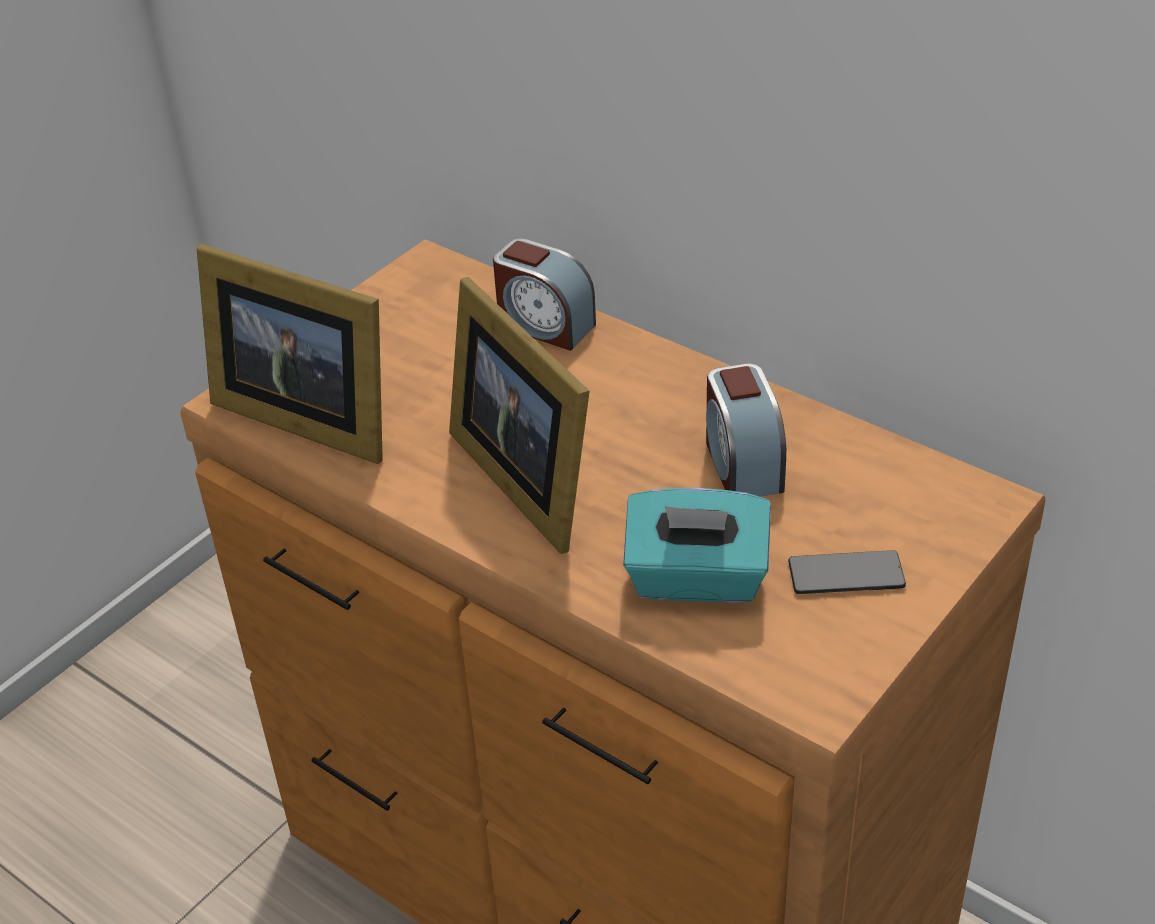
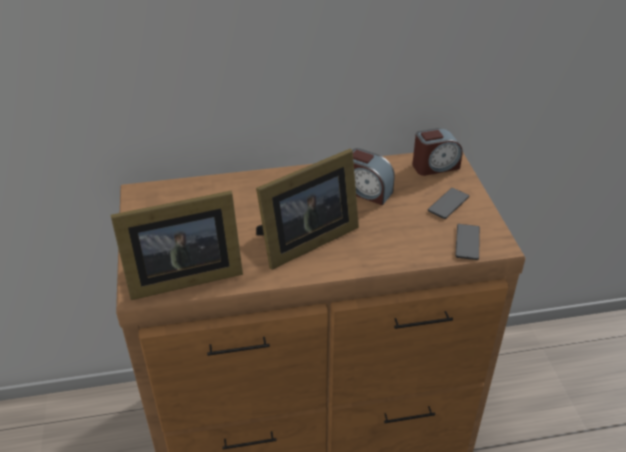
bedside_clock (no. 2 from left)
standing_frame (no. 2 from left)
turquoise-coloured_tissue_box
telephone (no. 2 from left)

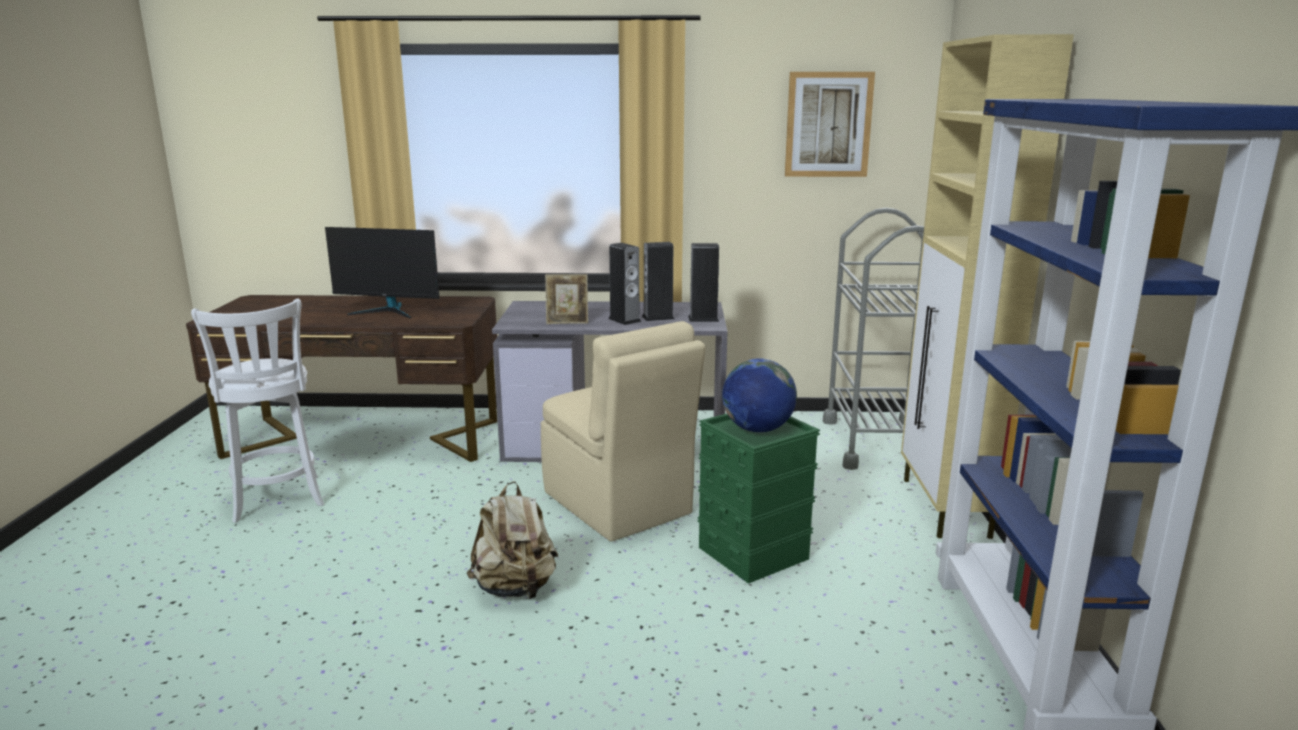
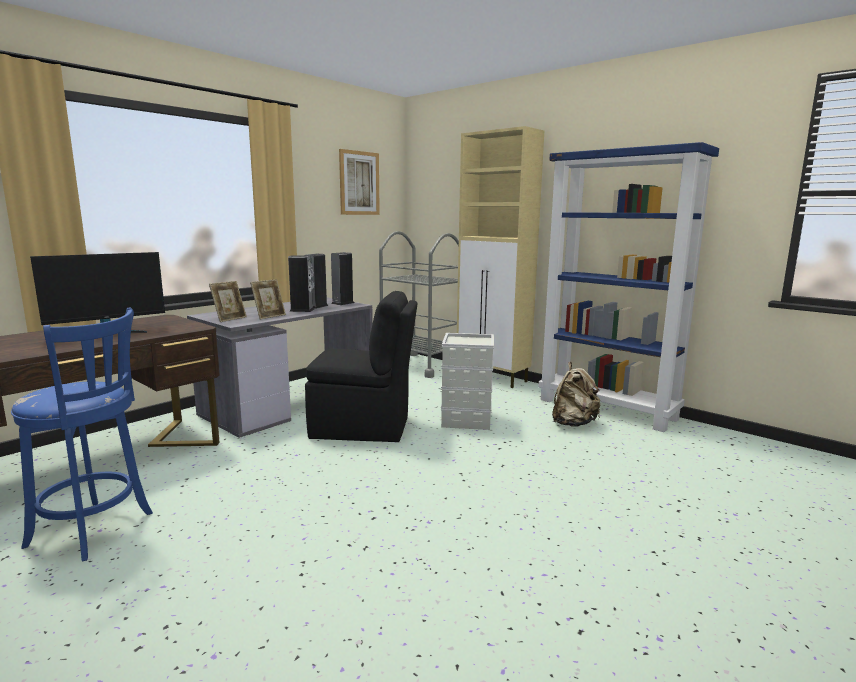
blue-coloured_sitting_stool
blackish_upright_chair
world_globe
gray_storage_bin
beige-coloured_backpack
standing_frame (no. 1 from left)

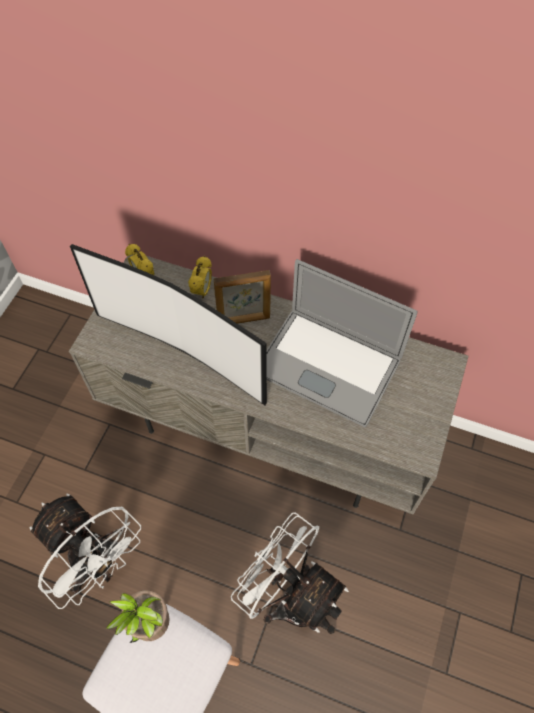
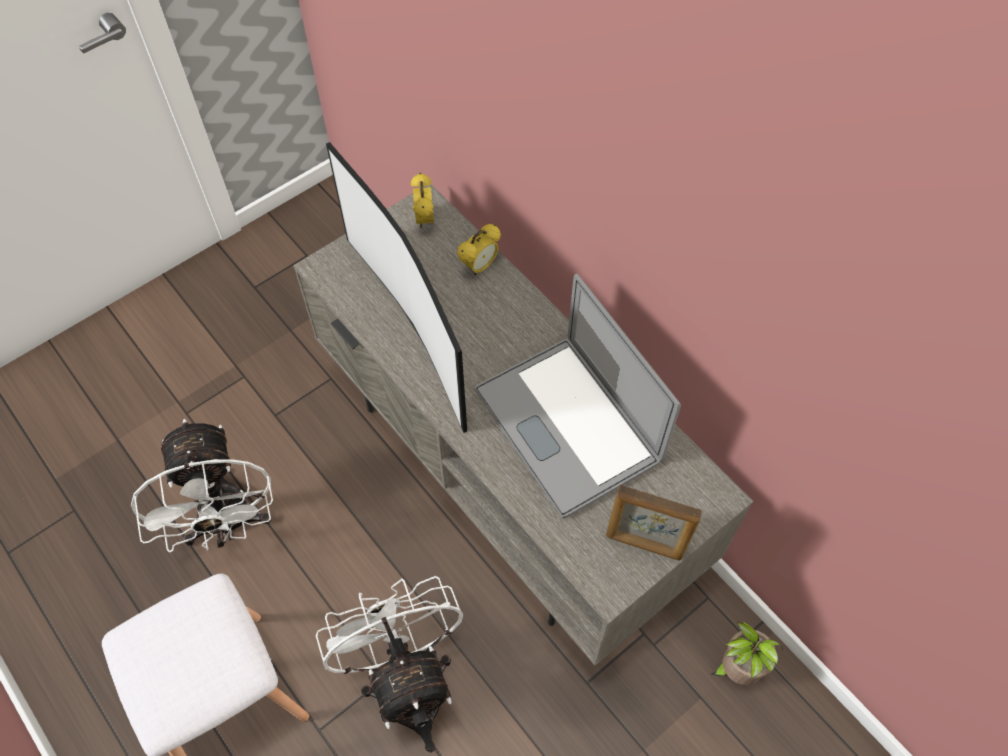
standing_frame
houseplant

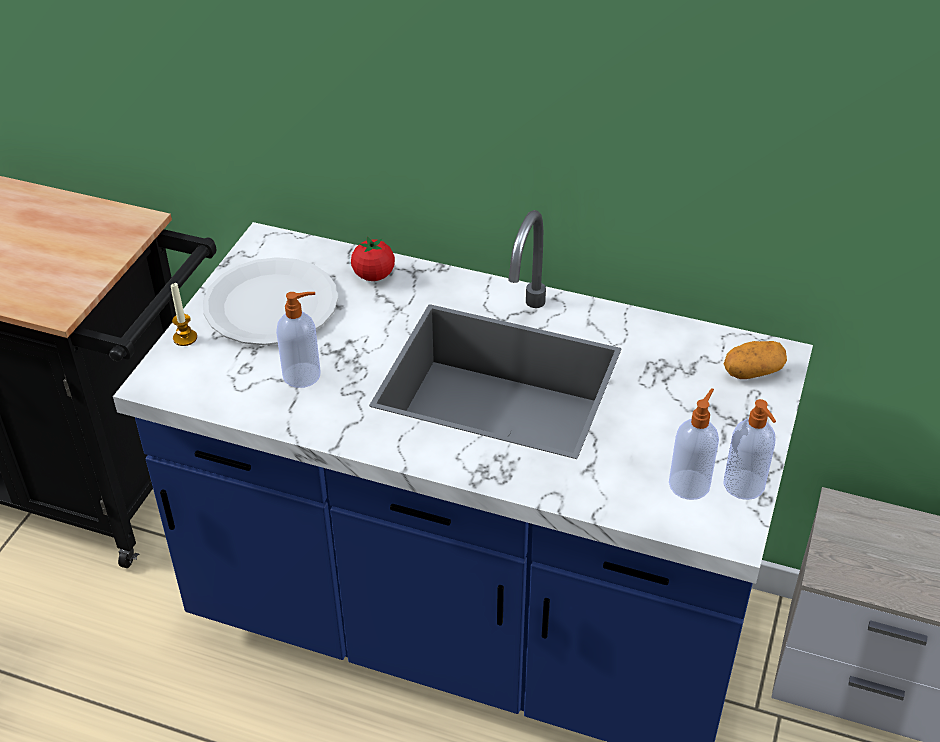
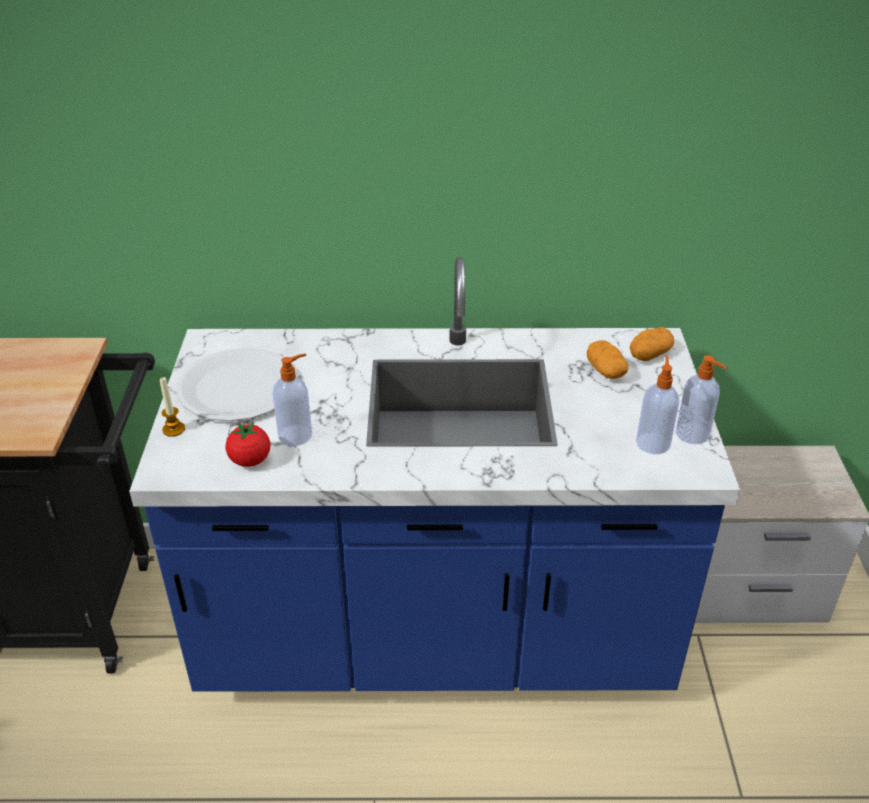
fresh_tomato
whole_potato (no. 1 from left)

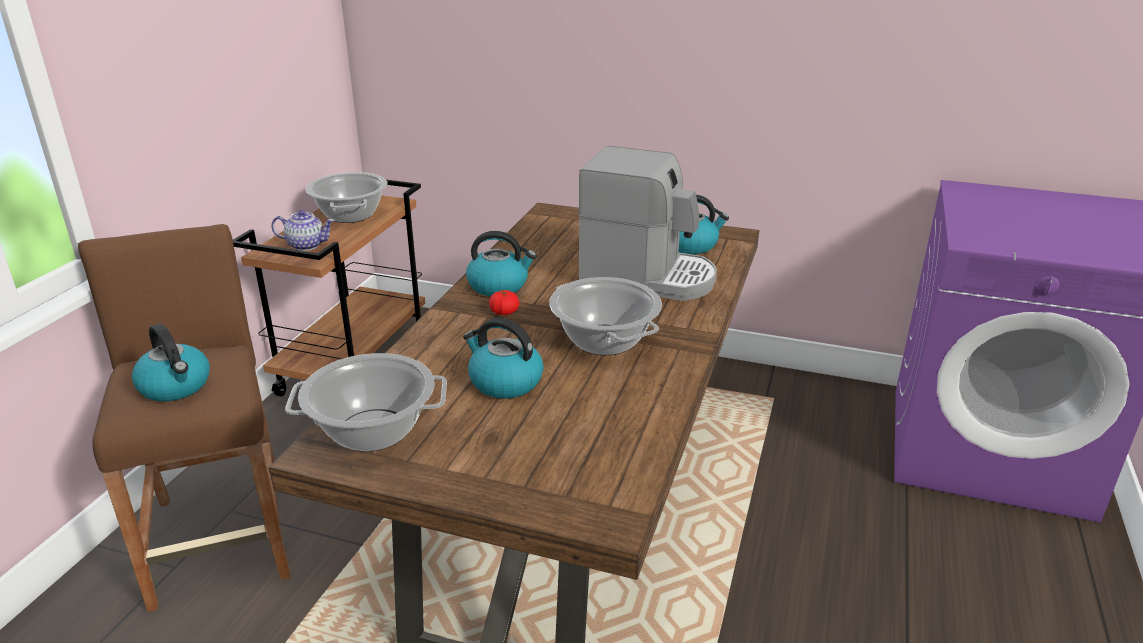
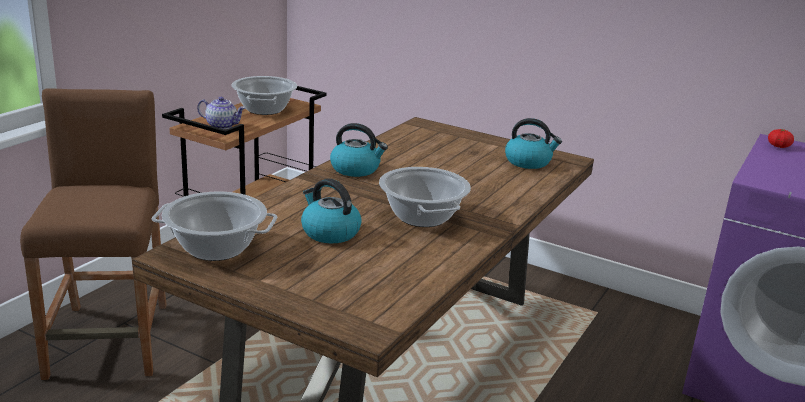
coffee_machine
fresh_tomato
tea_kettle (no. 1 from left in the first image)

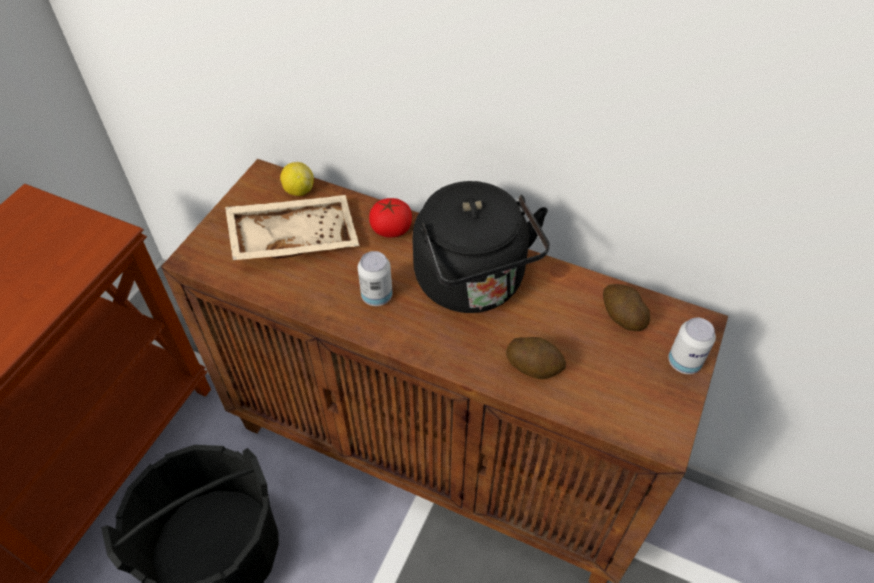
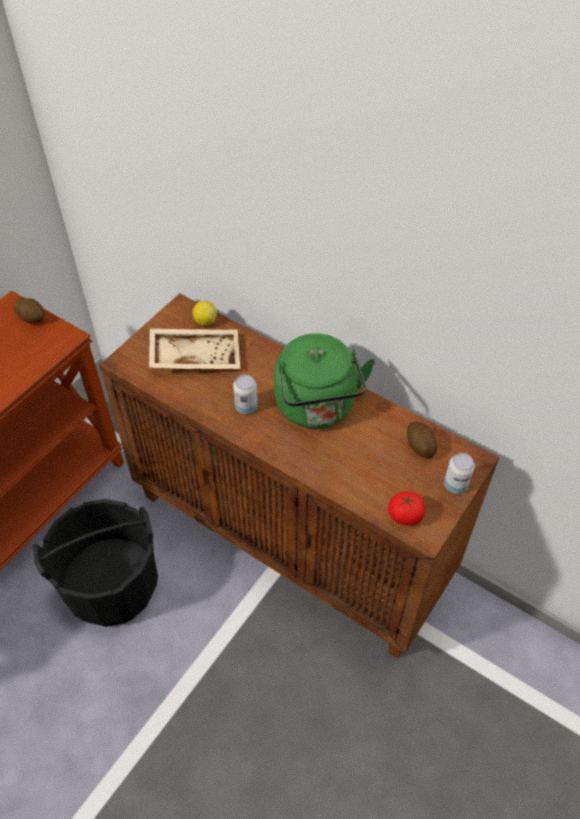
greenish_tea_kettle
fresh_tomato
whole_potato (no. 1 from left)

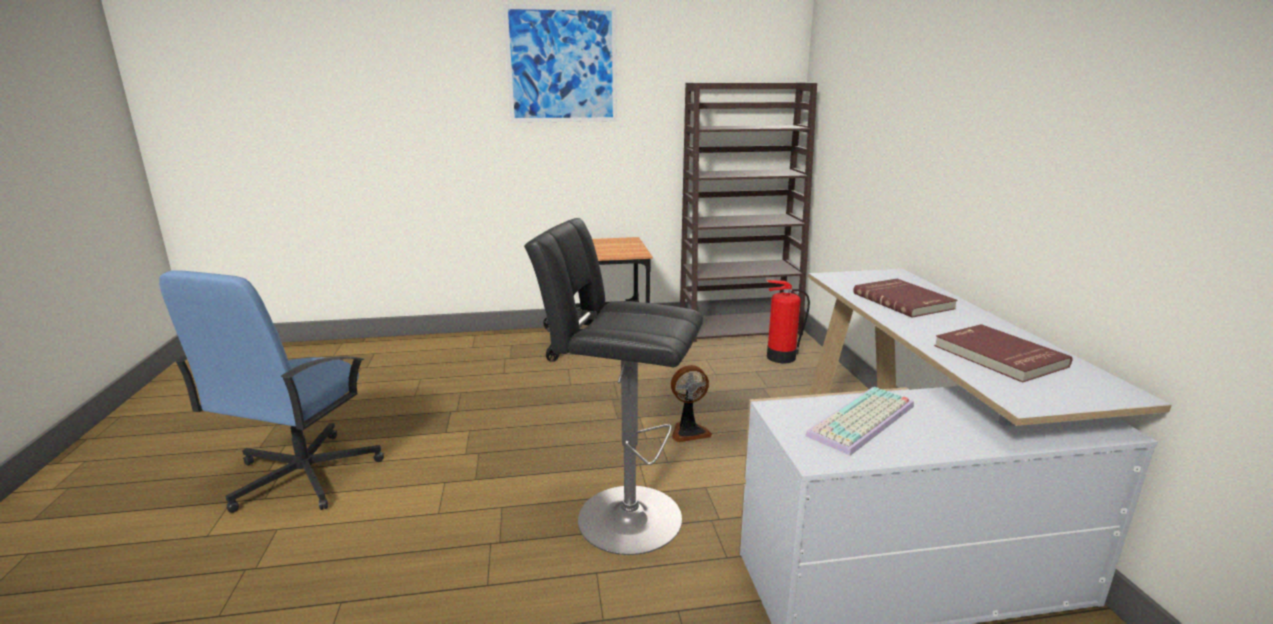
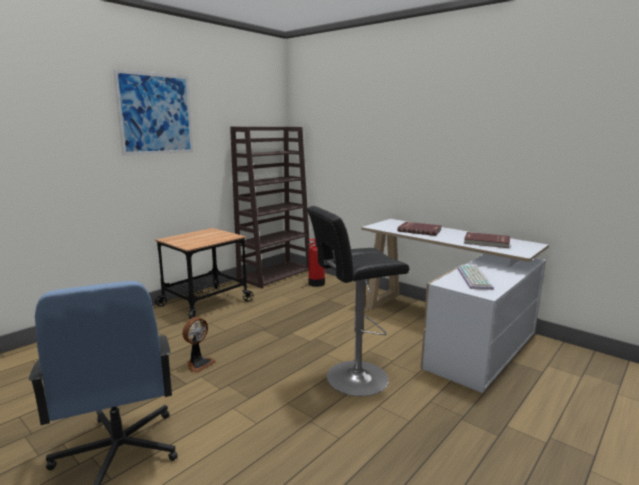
fan

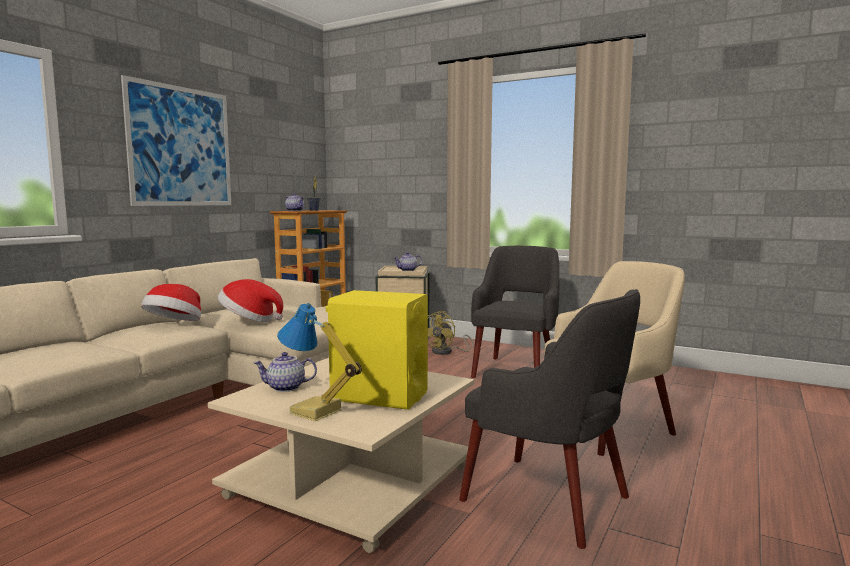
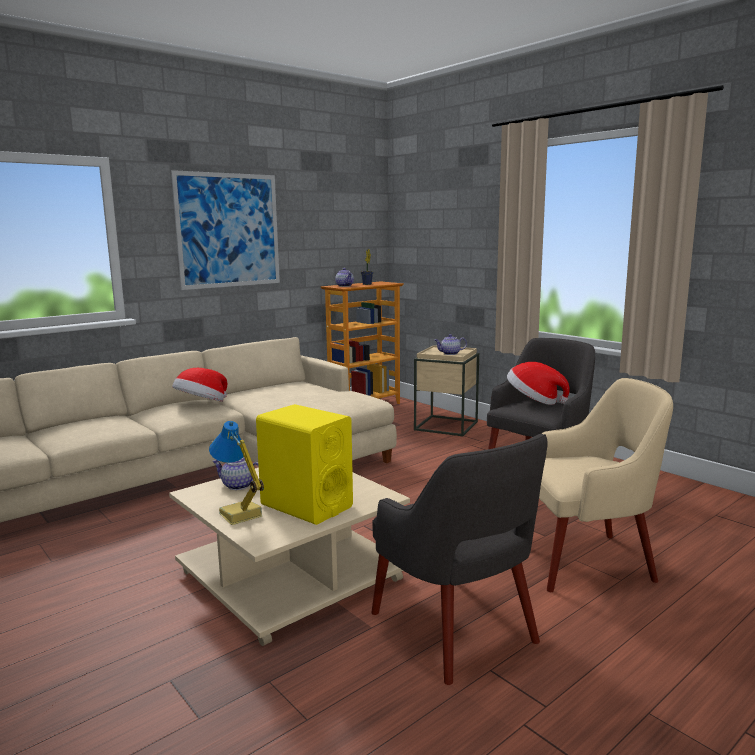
wearable_hat (no. 2 from left)
yellow-coloured_fan

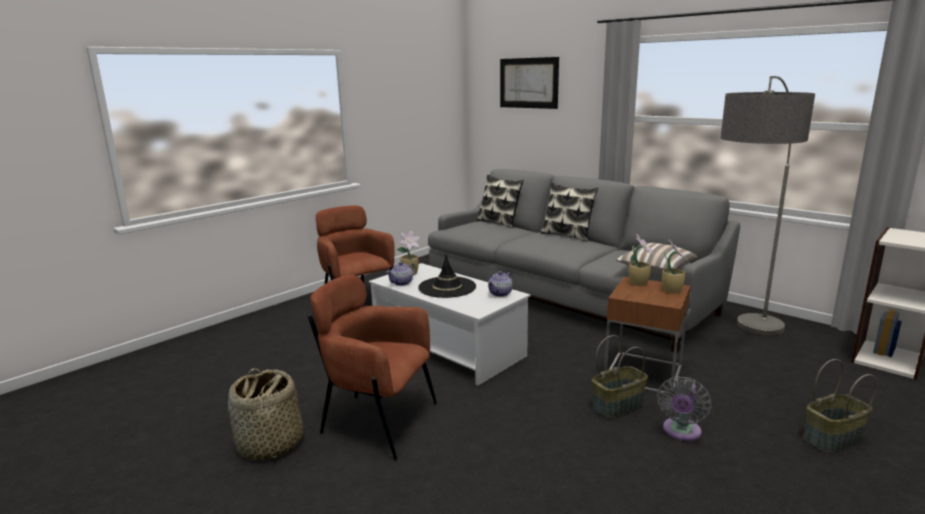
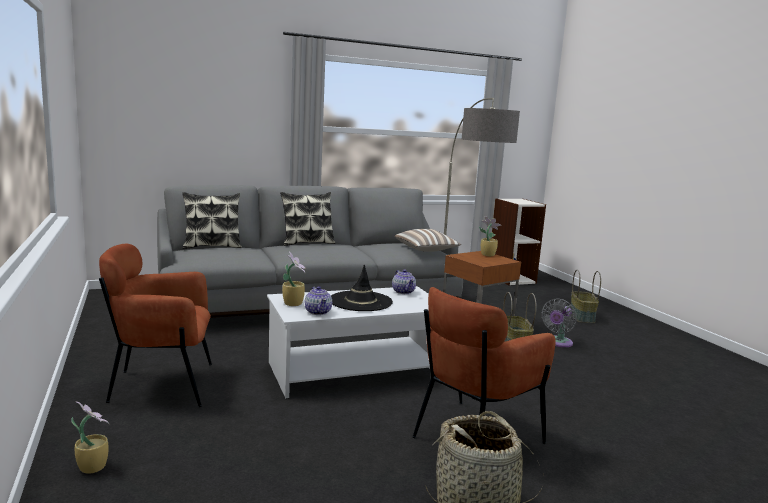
wall_picture
houseplant (no. 1 from left)
gray_fan

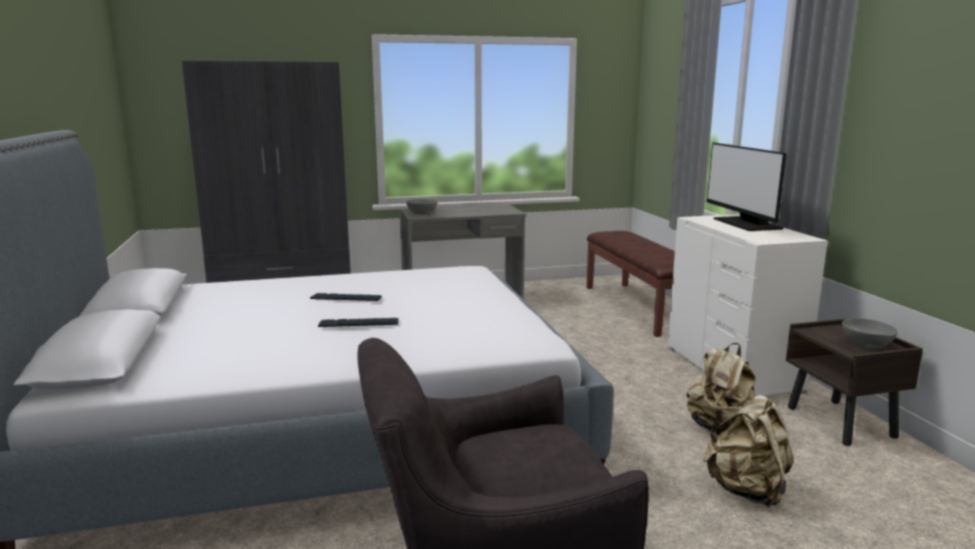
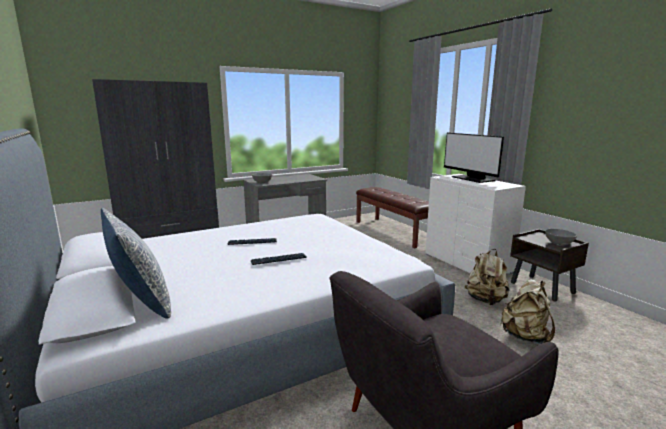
pillow

